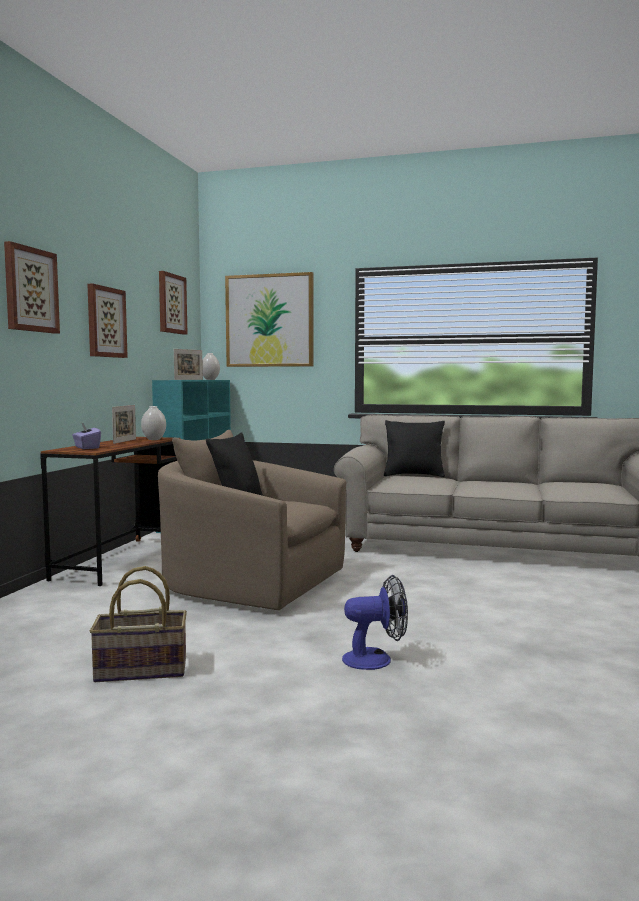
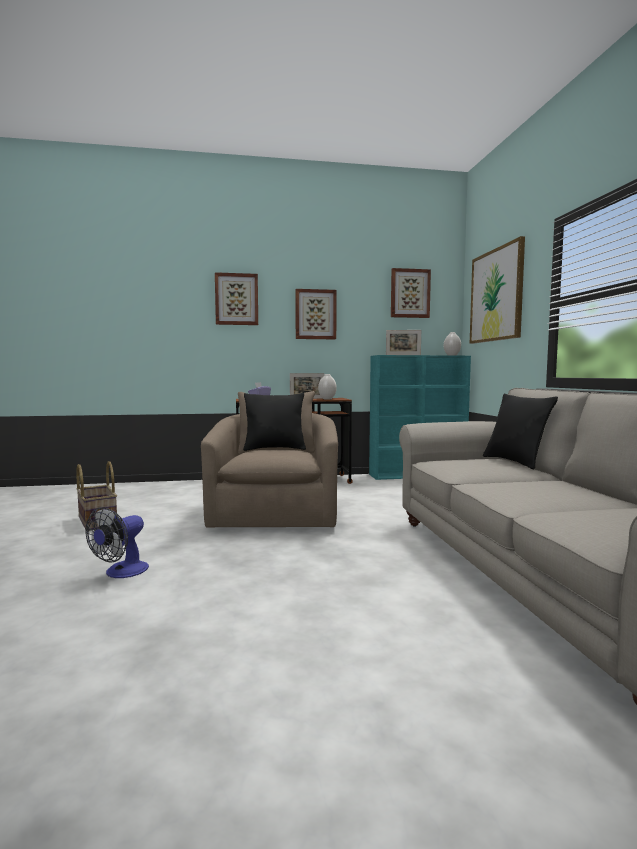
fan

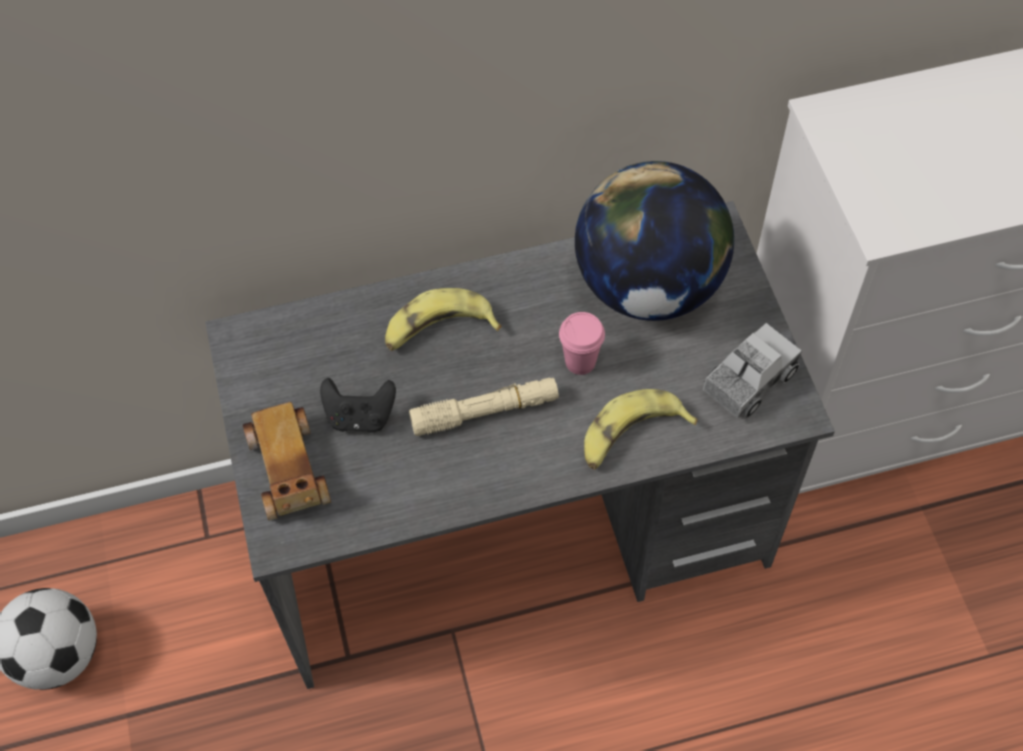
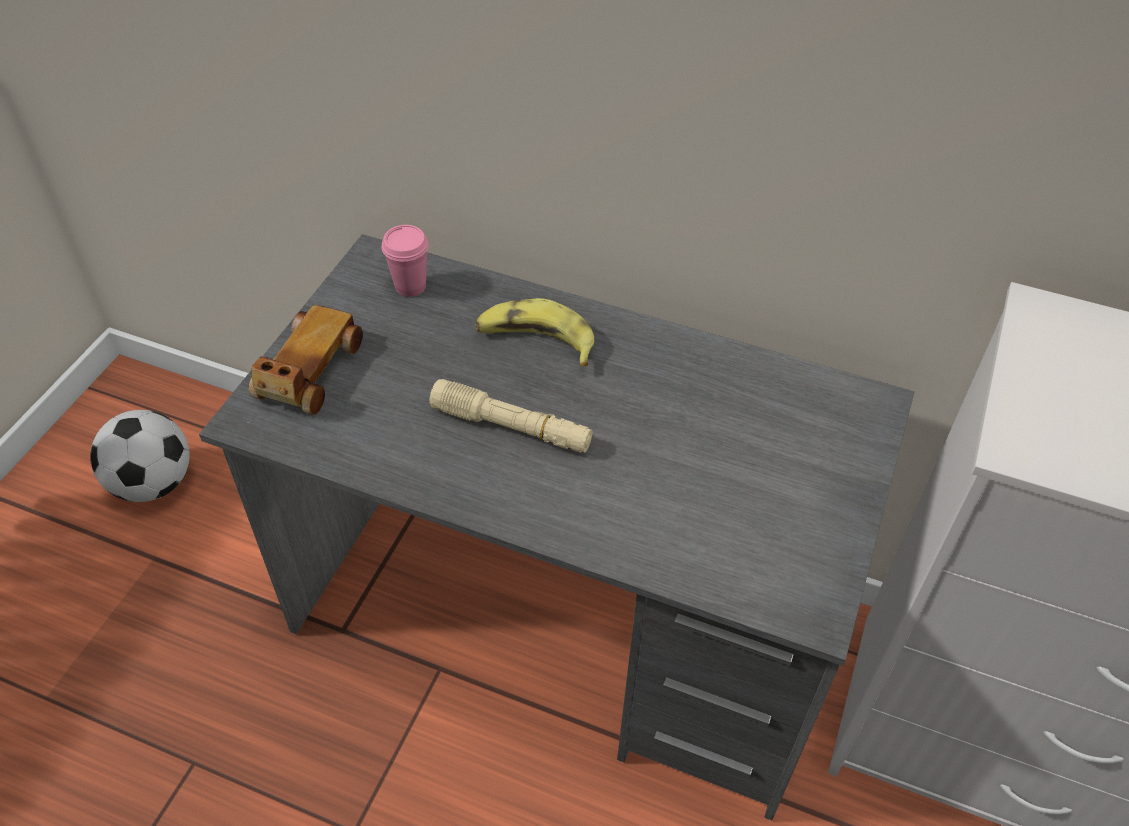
world_globe
pinkish_drinking_cup
toy_lorry
blackish_gamepad
banana_fruit (no. 2 from left in the first image)

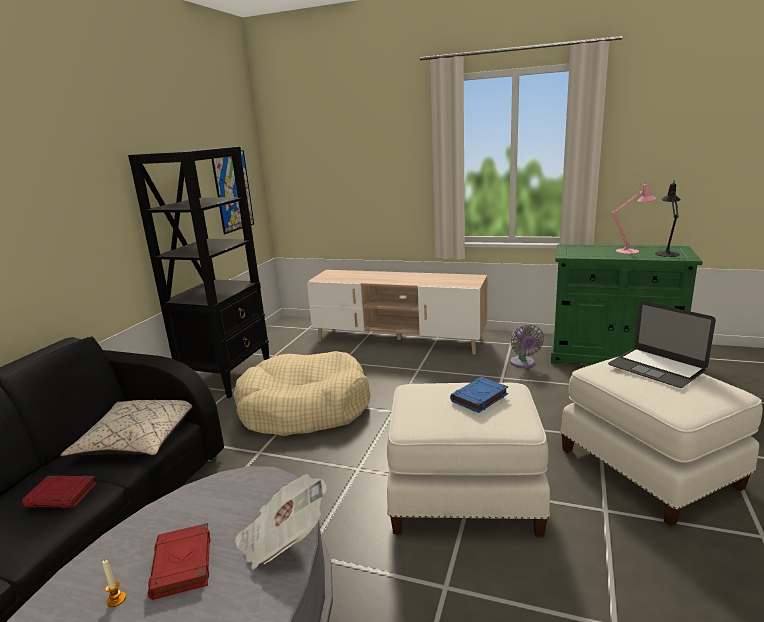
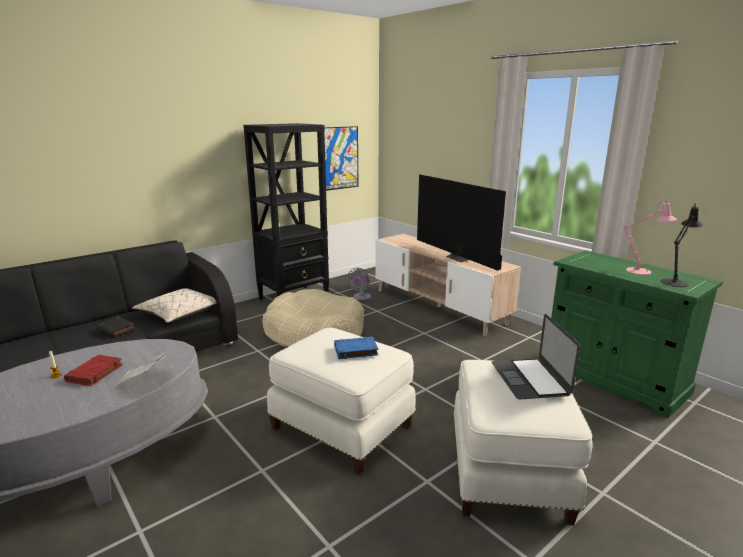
gray_fan
blackish_bound_book
TV

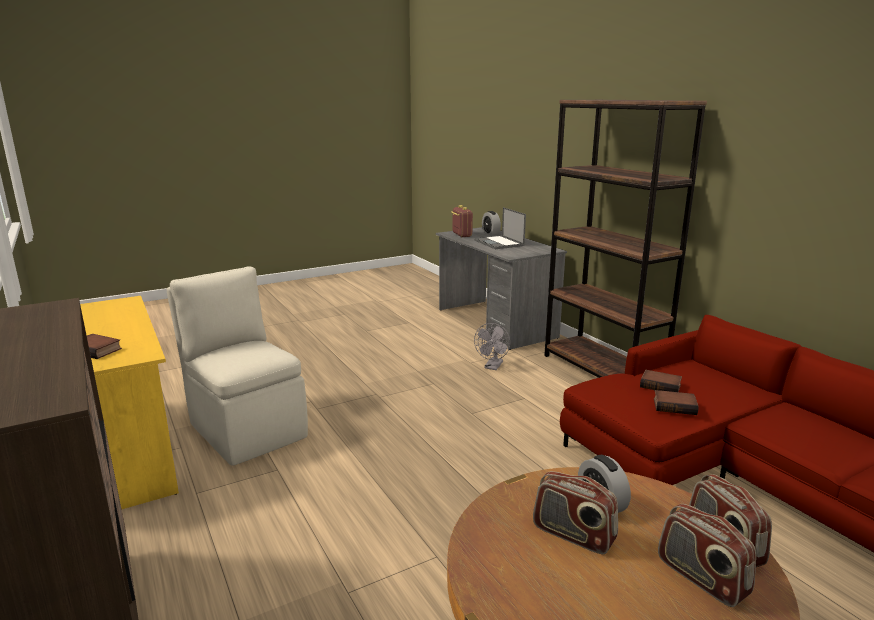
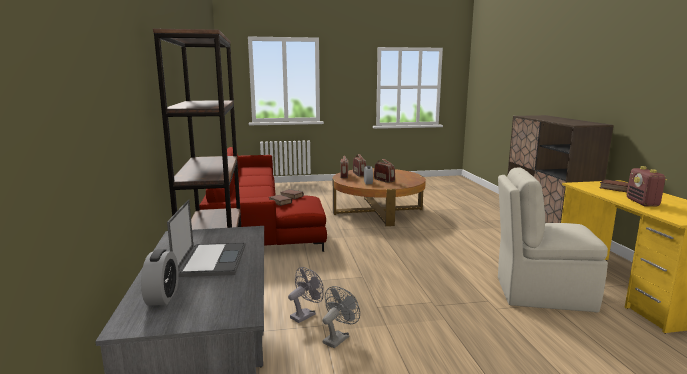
radio_set (no. 4 from left)
beige-coloured_upright_chair
gray_fan (no. 2 from left)

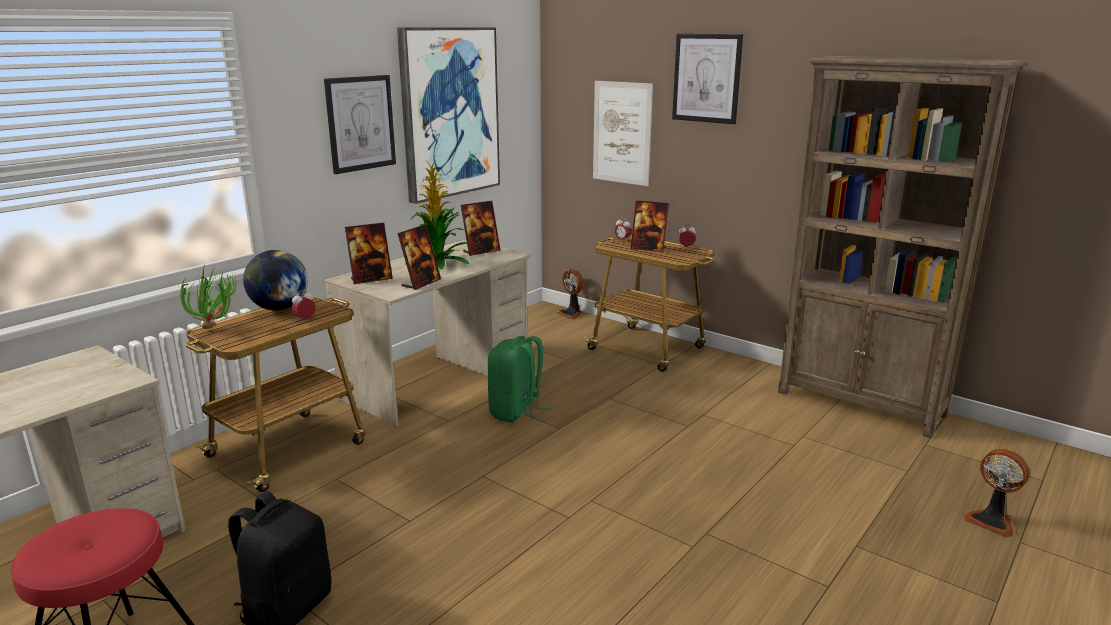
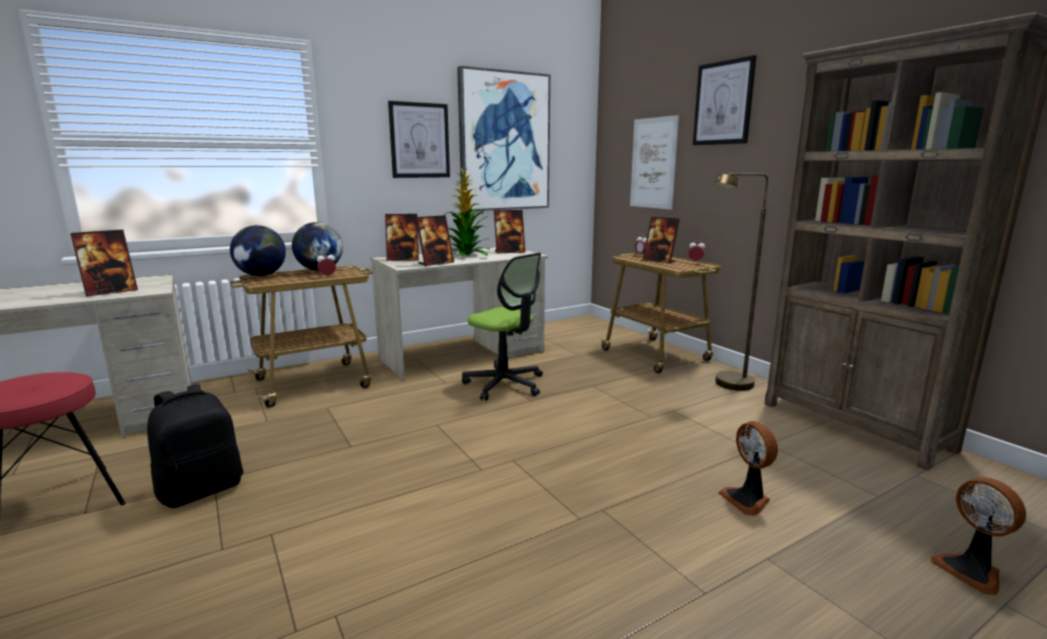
world_globe (no. 1 from left)
fan (no. 1 from left)
computer_chair
brown_standing_lamp
standing_frame (no. 1 from left)

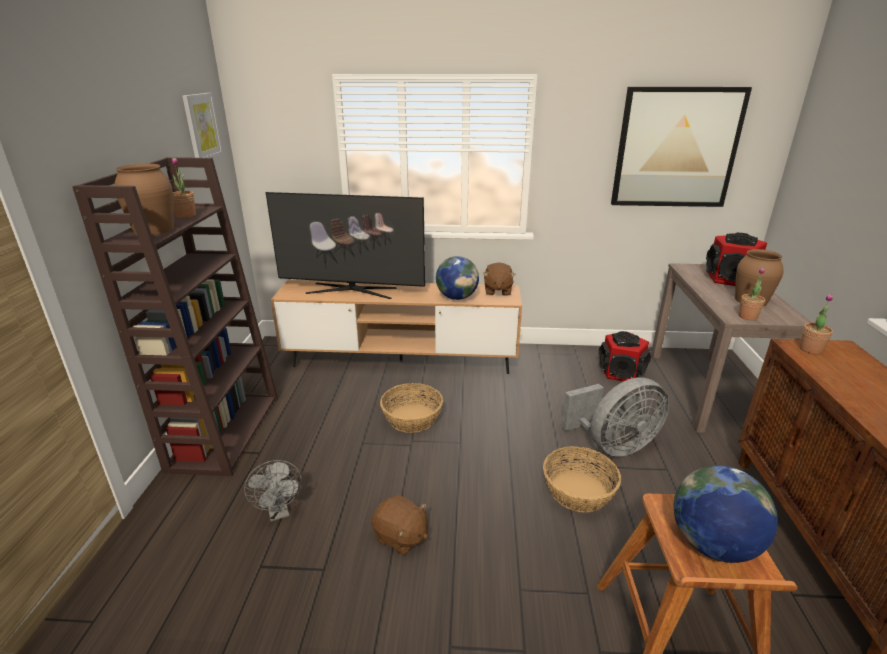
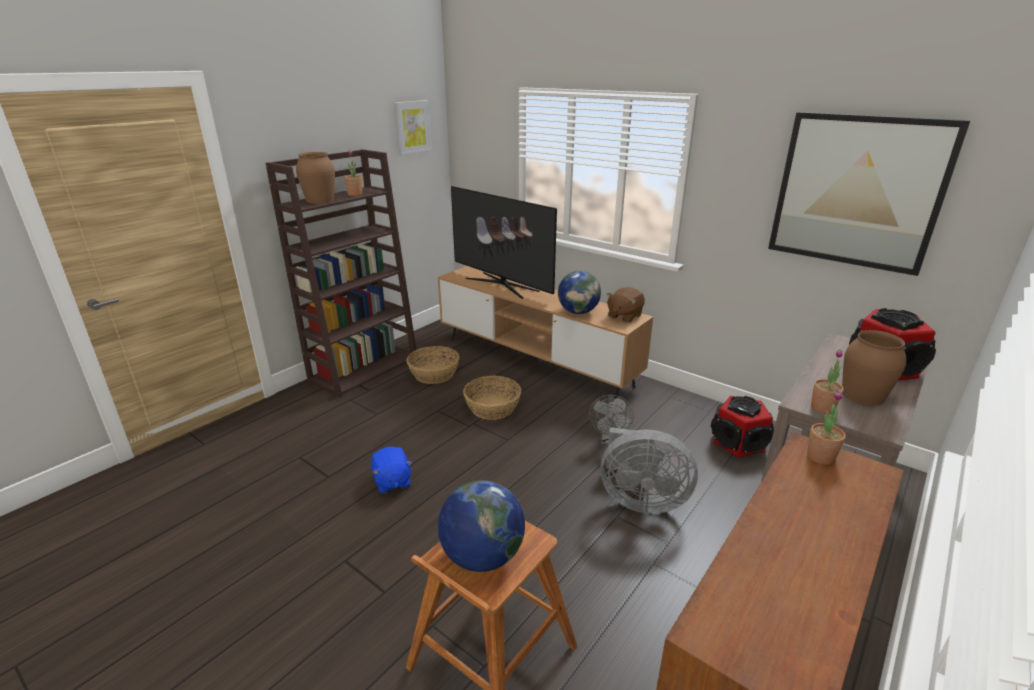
household_basket (no. 1 from left)
gray_fan (no. 1 from left)
blue-coloured_cuddly_toy

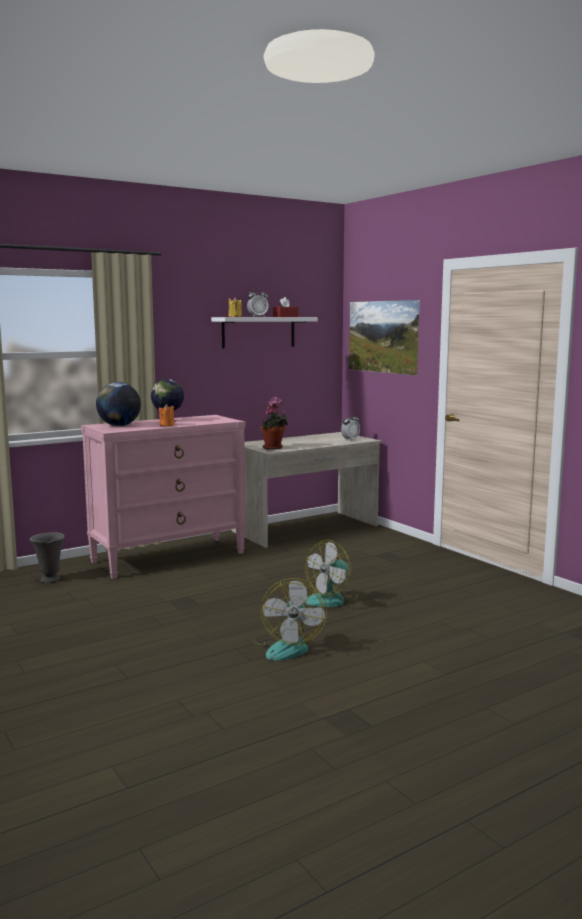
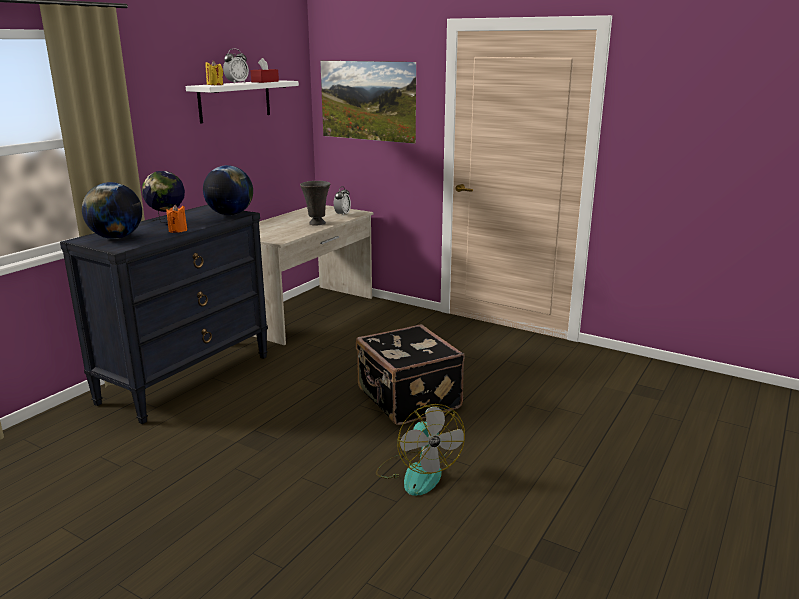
houseplant
blackish_drawer_chest
gray_flower_vase
blackish_suitcase
world_globe (no. 3 from left)

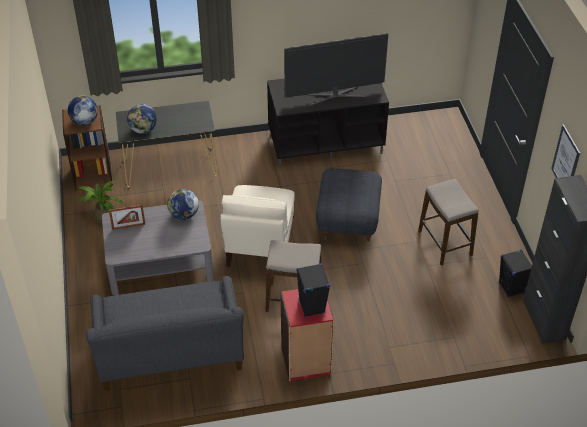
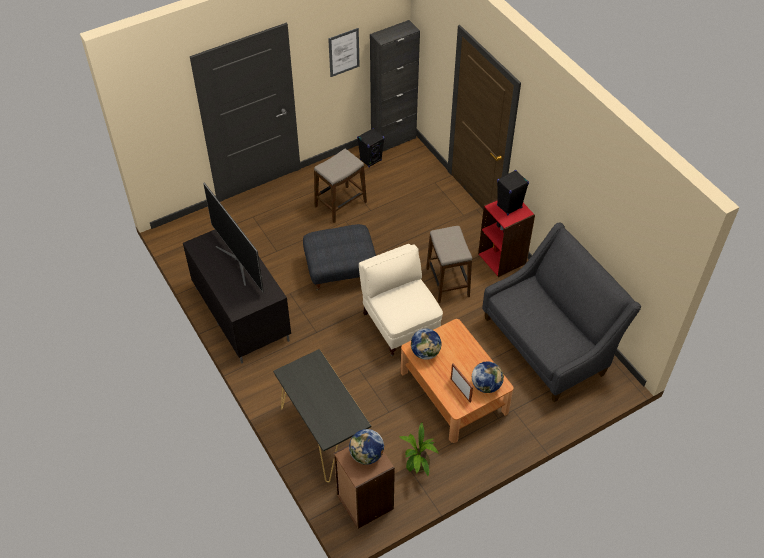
world_globe (no. 3 from left)
beige-coloured_armchair
brown_low_table

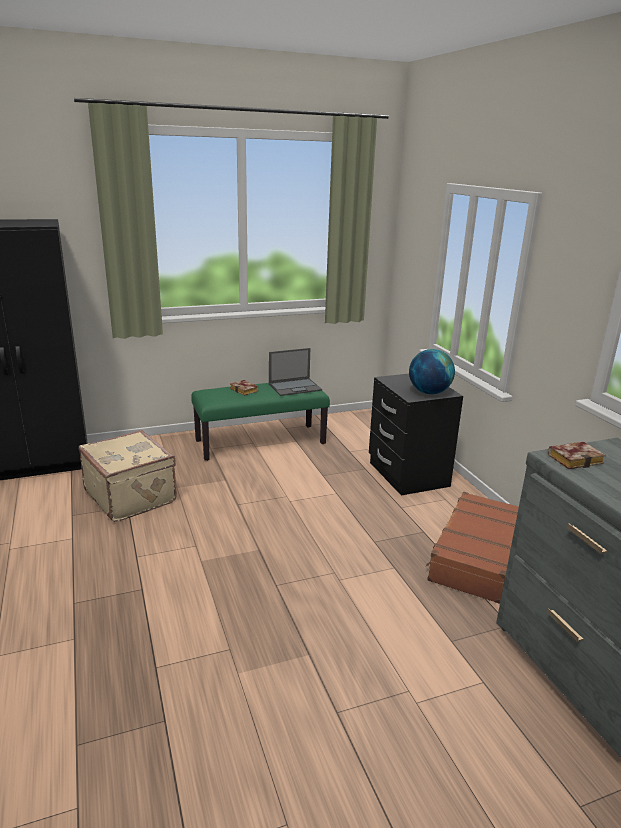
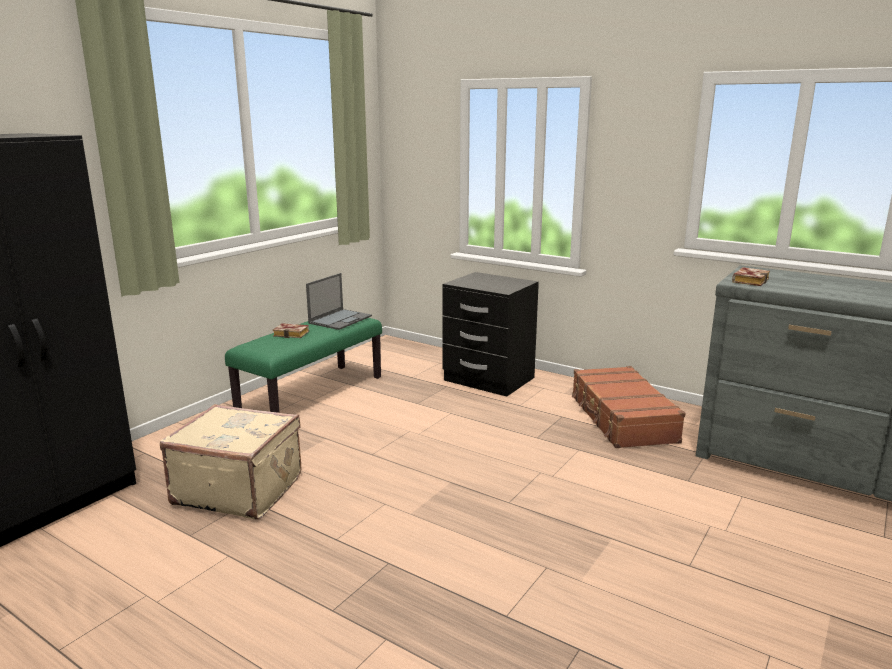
world_globe

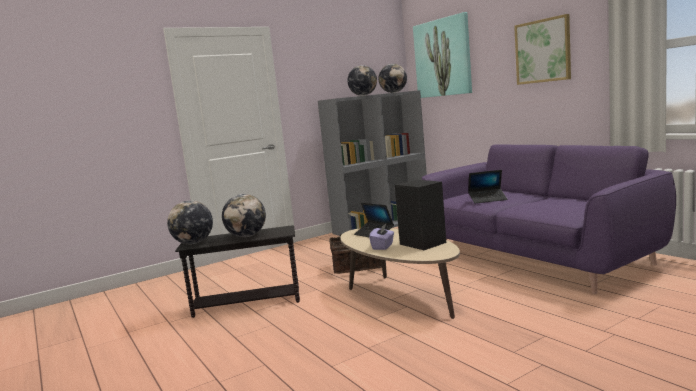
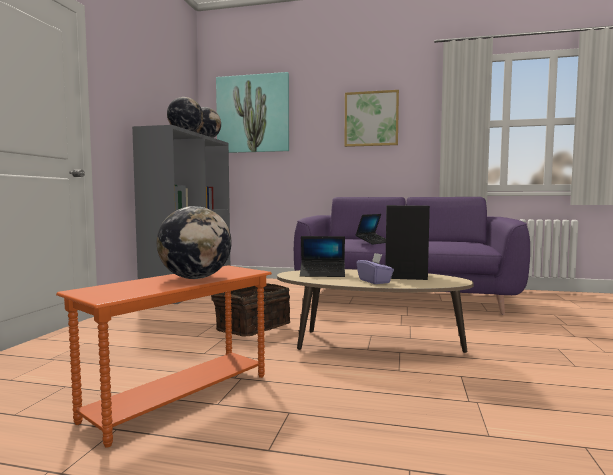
world_globe (no. 1 from left in the first image)
orange_end_table

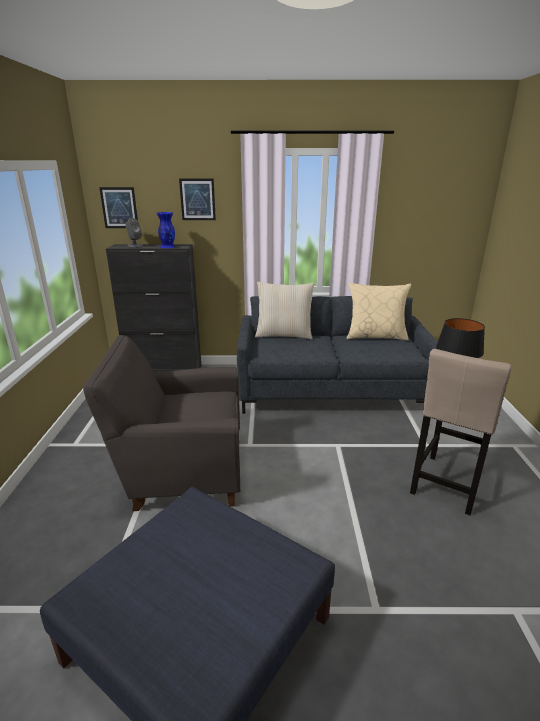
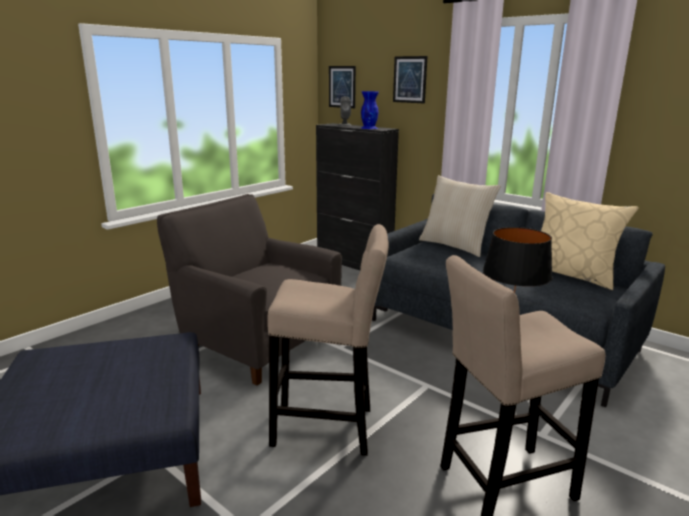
beige-coloured_sitting_stool (no. 1 from left)

